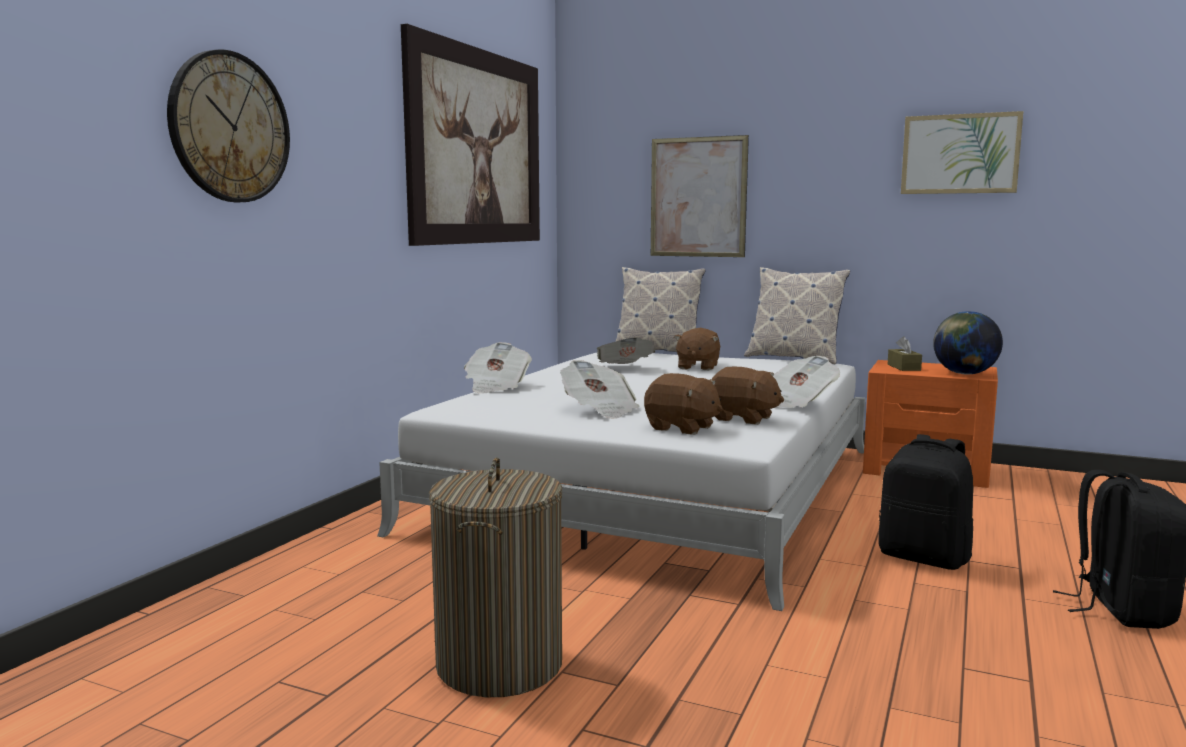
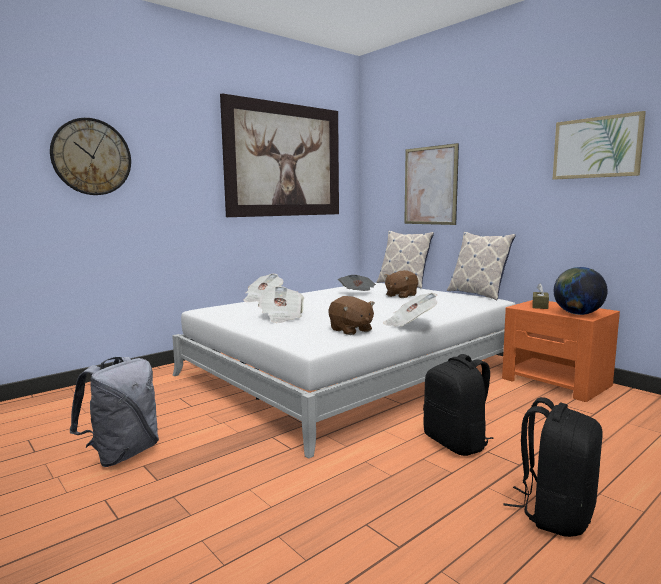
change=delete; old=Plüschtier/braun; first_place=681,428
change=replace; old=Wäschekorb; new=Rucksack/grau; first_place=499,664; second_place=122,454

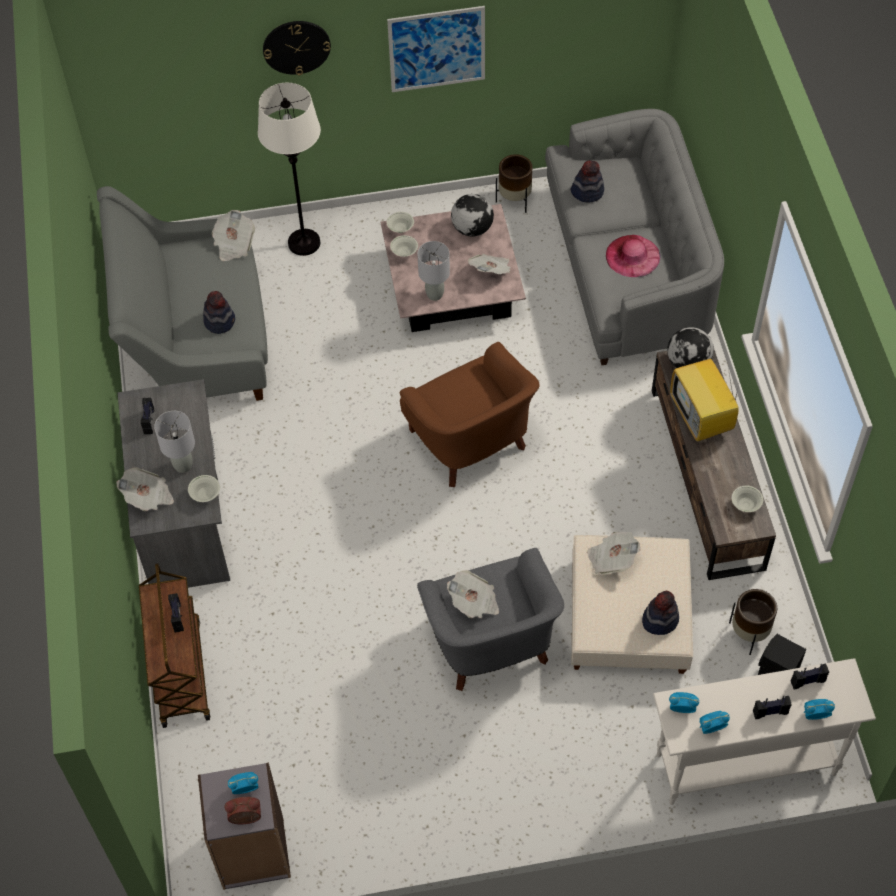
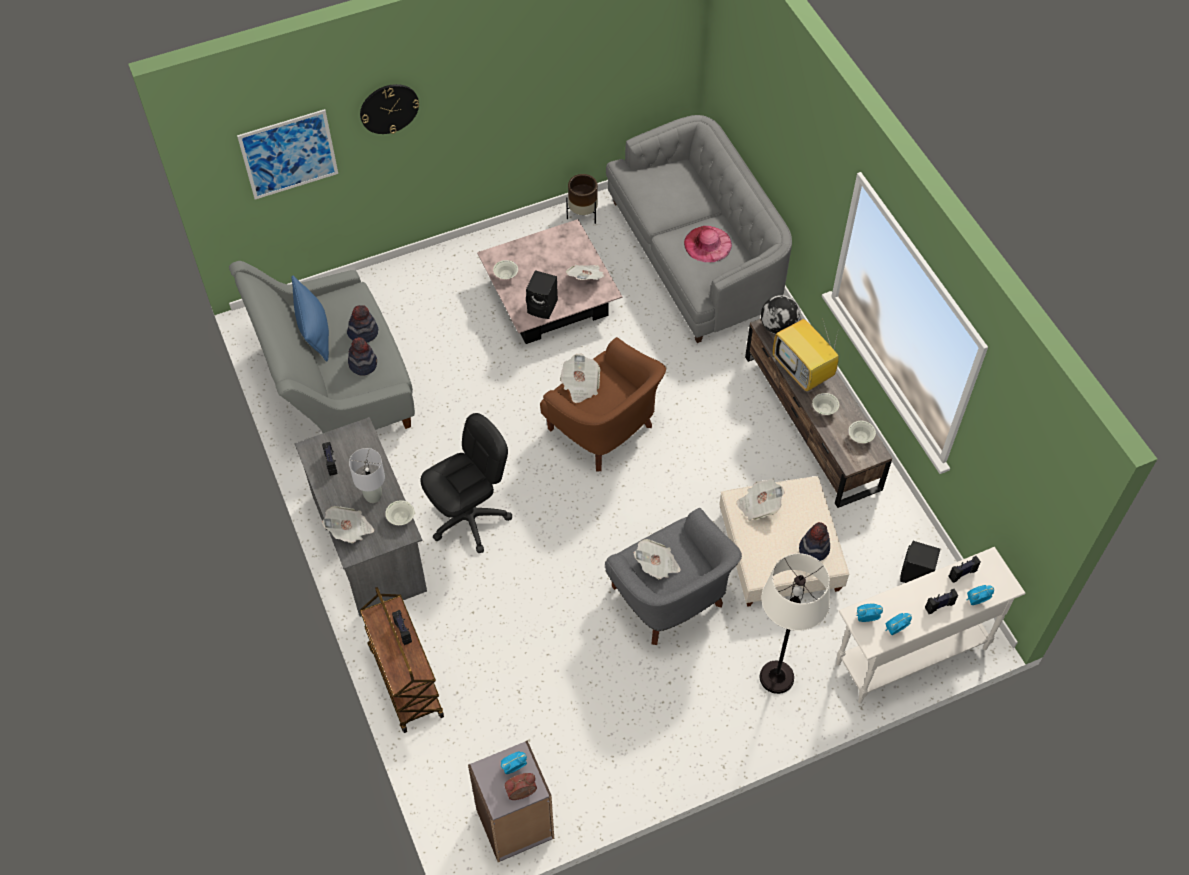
change=delete; old=Globus; first_place=472,228
change=delete; old=Pflanzkübel/braun; first_place=749,634
change=insert; new=Kissen/blau; second_place=314,330
change=insert; new=Bürostuhl/schwarz; second_place=470,518
change=move; old=Zeitung; first_place=234,244; second_place=580,385
change=move; old=Stehlampe/weiß; first_place=304,243; second_place=776,677
change=move; old=Bild; first_place=437,49; second_place=289,154
change=move; old=Schüssel/weiß; first_place=400,229; second_place=824,409
change=move; old=Hut; first_place=587,191; second_place=363,332
change=replace; old=Tischlampe/grau; new=Lautsprecher/schwarz; first_place=435,294; second_place=543,307

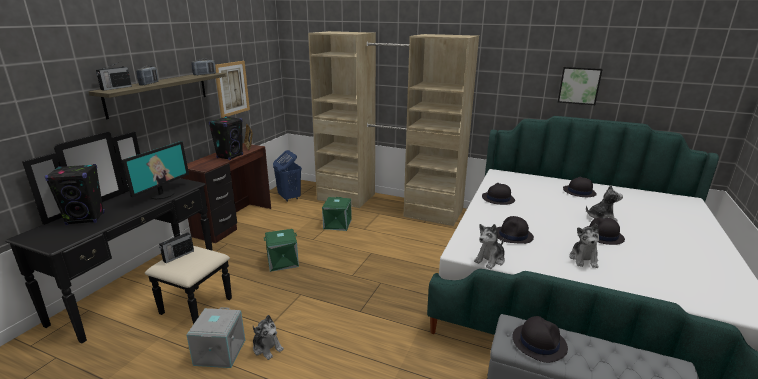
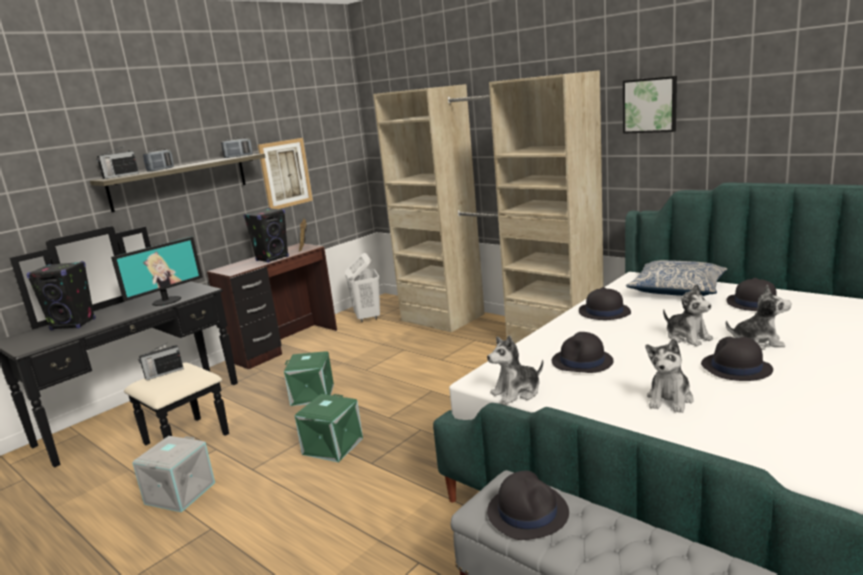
change=insert; new=Kissen; second_place=677,289
change=move; old=Plüschtier; first_place=267,348; second_place=687,337
change=move; old=Aufbewahrungsbox/grün; first_place=338,224; second_place=333,446
change=move; old=Bild; first_place=579,85; second_place=650,105
change=recolor; old=Wäschekorb/blau; new=Wäschekorb/weiß; first_place=289,197; second_place=367,317

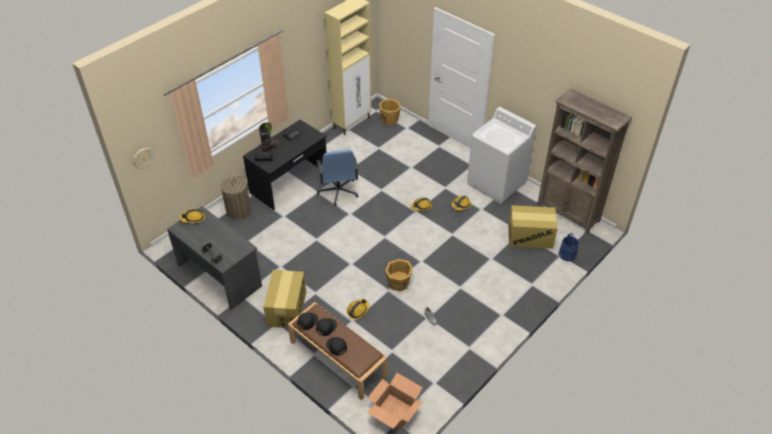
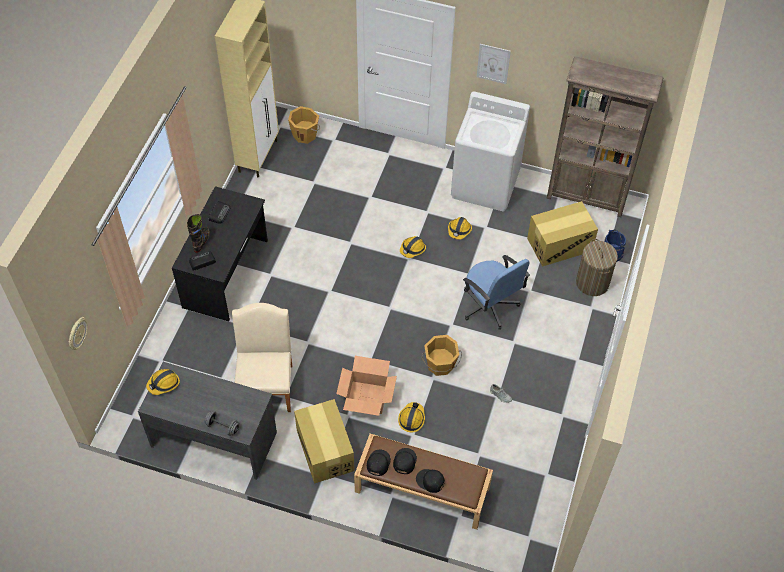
change=insert; new=Stuhl/beige; second_place=267,384
change=insert; new=Bild; second_place=493,63
change=move; old=Wäschekorb; first_place=238,211; second_place=592,283
change=move; old=Bürostuhl/blau; first_place=338,191; second_place=489,306
change=move; old=Karton; first_place=395,411; second_place=367,398

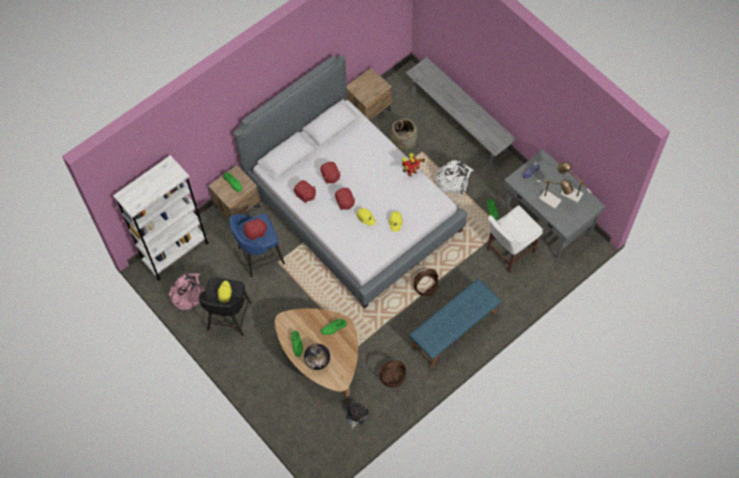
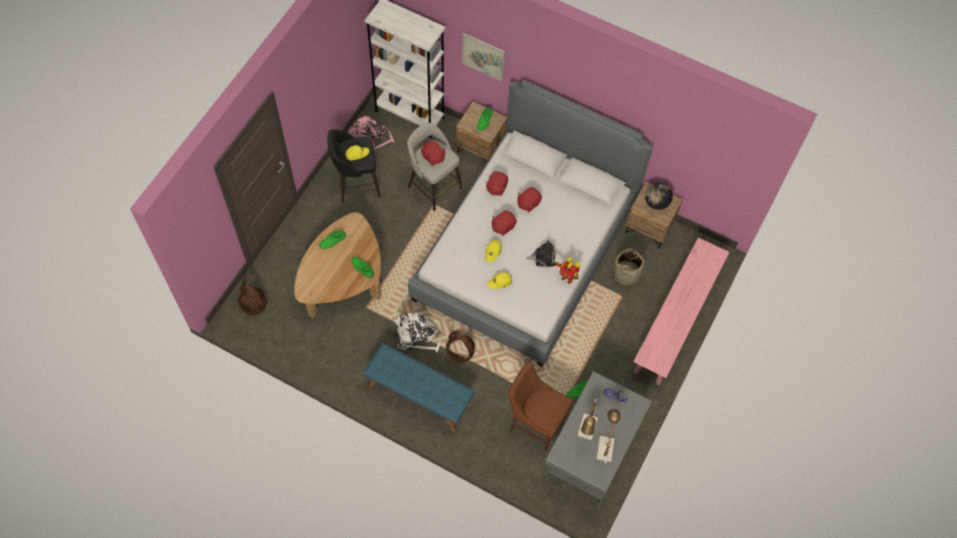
change=insert; new=Bild; second_place=483,56
change=move; old=Globus; first_place=317,361; second_place=656,203
change=move; old=Plüschtier; first_place=356,415; second_place=543,257
change=move; old=Korb; first_place=392,376; second_place=253,304
change=move; old=Rucksack/weiß; first_place=453,180; second_place=417,335
change=recolor; old=Hocker/blau; new=Hocker/grau; first_place=259,256; second_place=433,186
change=recolor; old=Bank/grau; new=Bank/rosa; first_place=458,123; second_place=675,321
change=recolor; old=Stuhl/weiß; new=Stuhl/braun; first_place=508,252; second_place=535,423

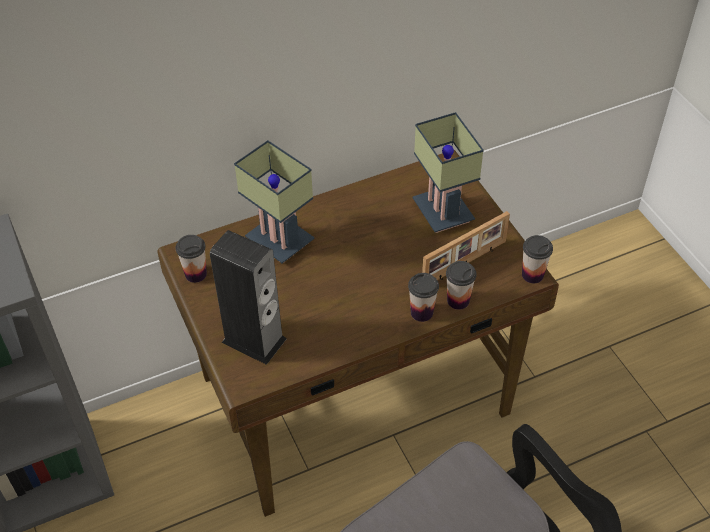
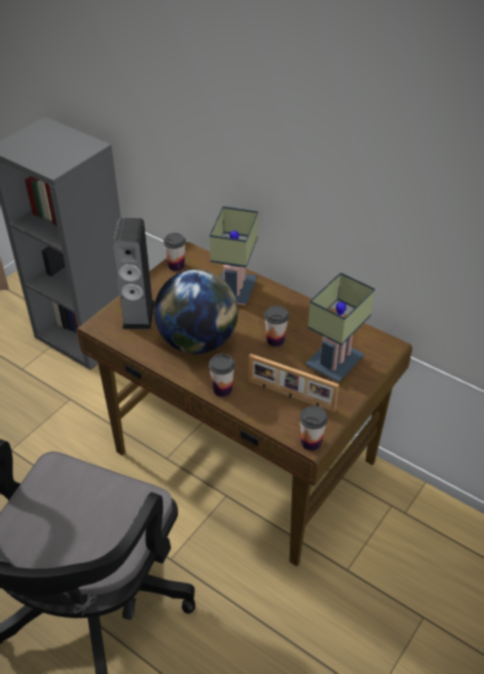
change=insert; new=Globus; second_place=198,342
change=move; old=Tasse; first_place=458,300; second_place=275,340

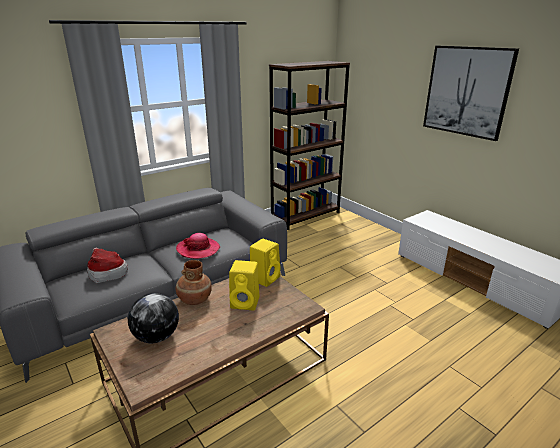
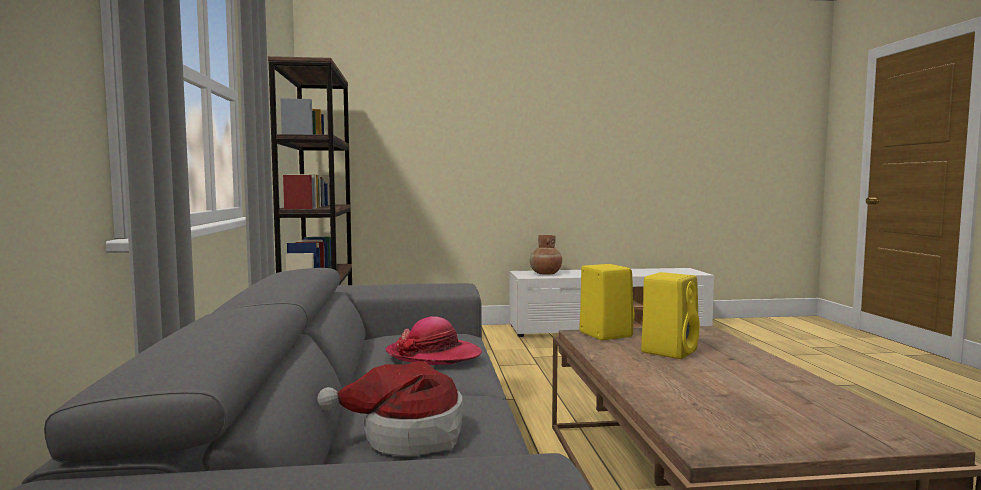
change=delete; old=Globus; first_place=157,336
change=delete; old=Bild; first_place=466,91
change=move; old=Vase/braun; first_place=194,299; second_place=545,274

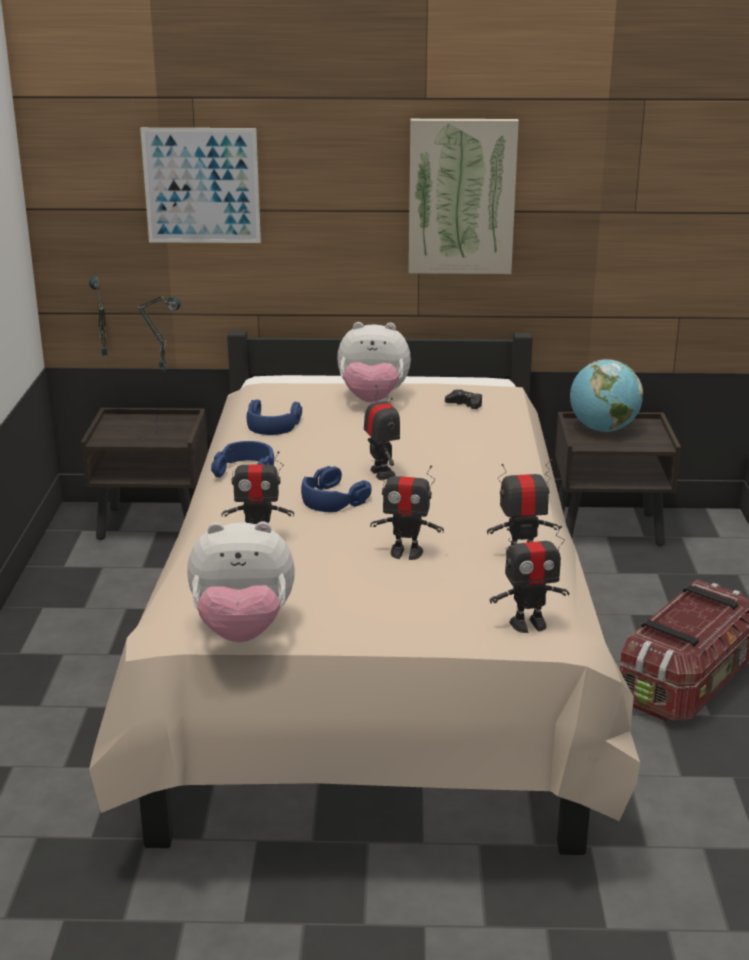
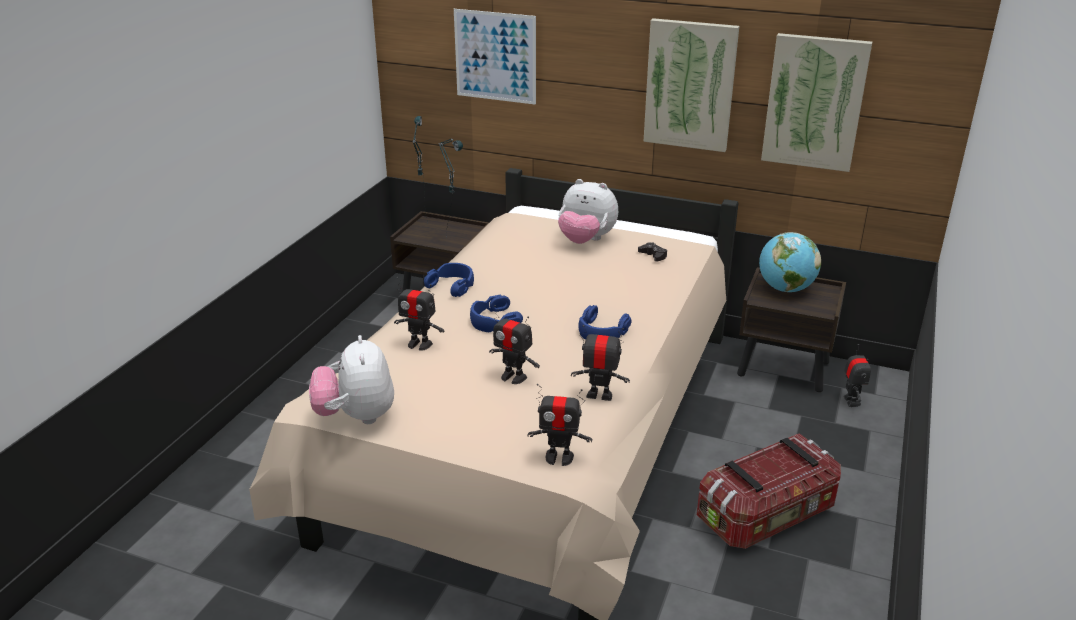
change=insert; new=Bild; second_place=814,102
change=move; old=Kopfhörer/blau; first_place=272,424; second_place=601,331
change=move; old=Spielzeugroboter; first_place=381,473; second_place=851,401
change=rotate; old=Plüschtier; first_place=242,630; second_place=356,416; degrees=60

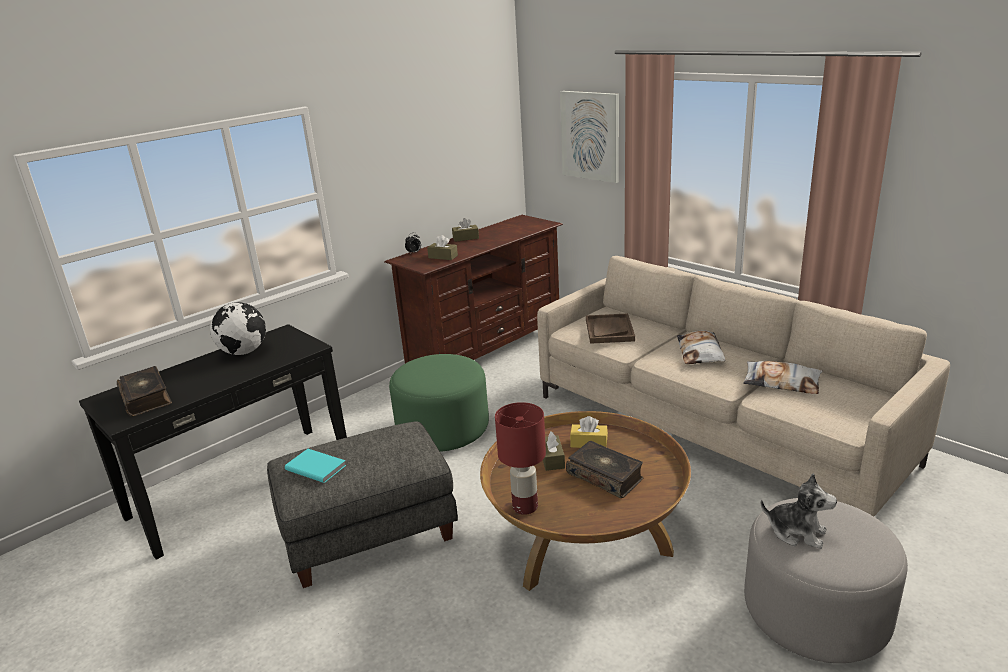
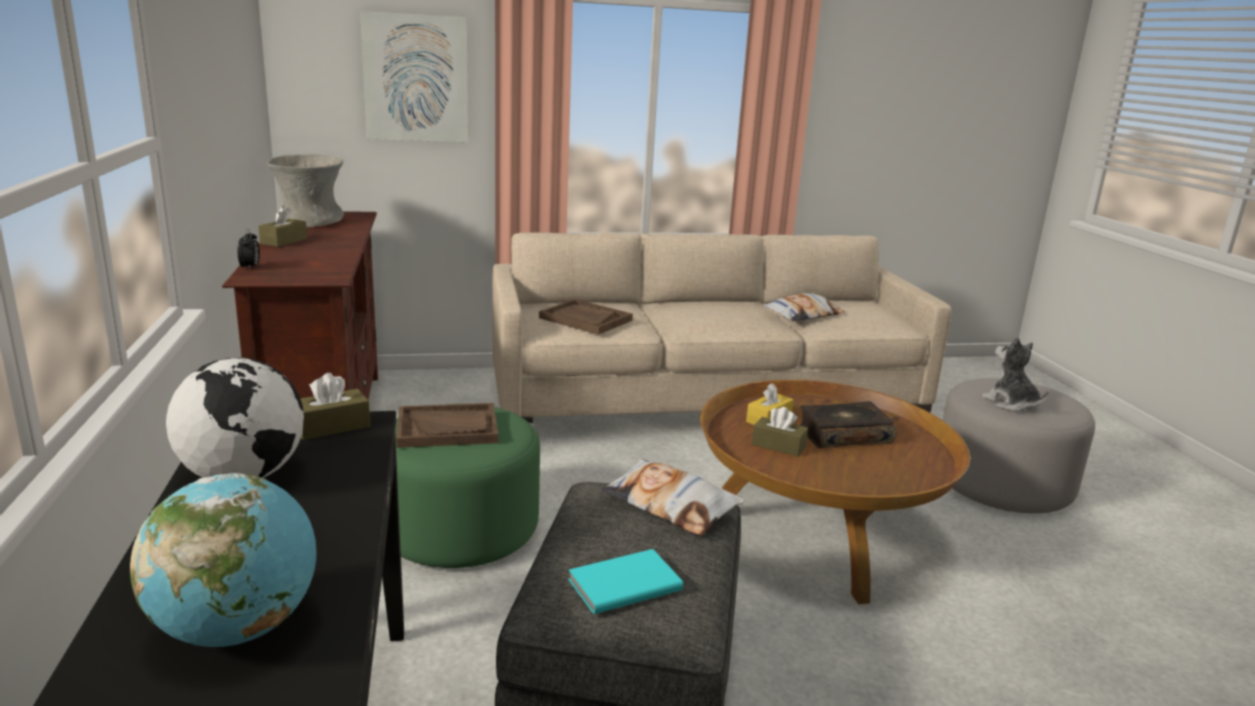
change=delete; old=Tischlampe/rot; first_place=525,507
change=insert; new=Vase/grau; second_place=310,221
change=insert; new=Tablett/braun; second_place=448,428
change=move; old=Taschentuchbox/braun; first_place=443,257; second_place=332,426
change=move; old=Kissen; first_place=700,353; second_place=671,505
change=replace; old=Buch; new=Globus; first_place=146,398; second_place=237,629
change=rotate; old=Plüschtier; first_place=797,532; second_place=1011,404; degrees=-90

